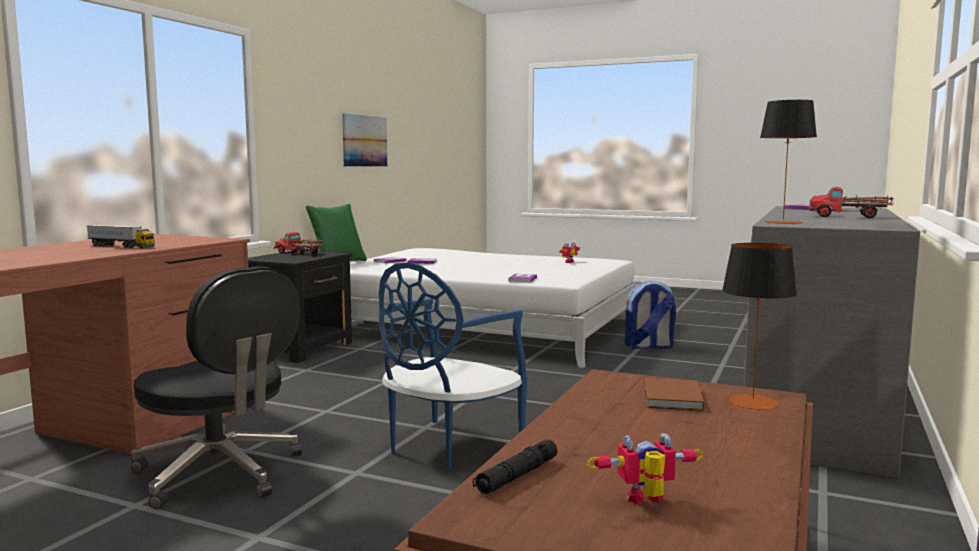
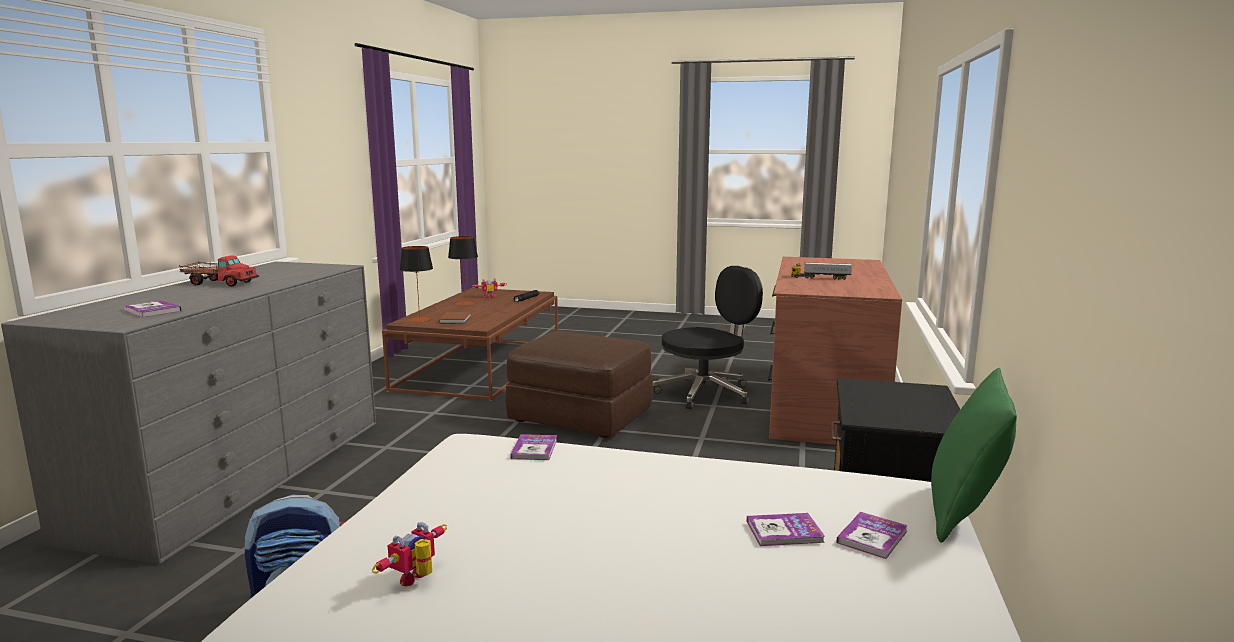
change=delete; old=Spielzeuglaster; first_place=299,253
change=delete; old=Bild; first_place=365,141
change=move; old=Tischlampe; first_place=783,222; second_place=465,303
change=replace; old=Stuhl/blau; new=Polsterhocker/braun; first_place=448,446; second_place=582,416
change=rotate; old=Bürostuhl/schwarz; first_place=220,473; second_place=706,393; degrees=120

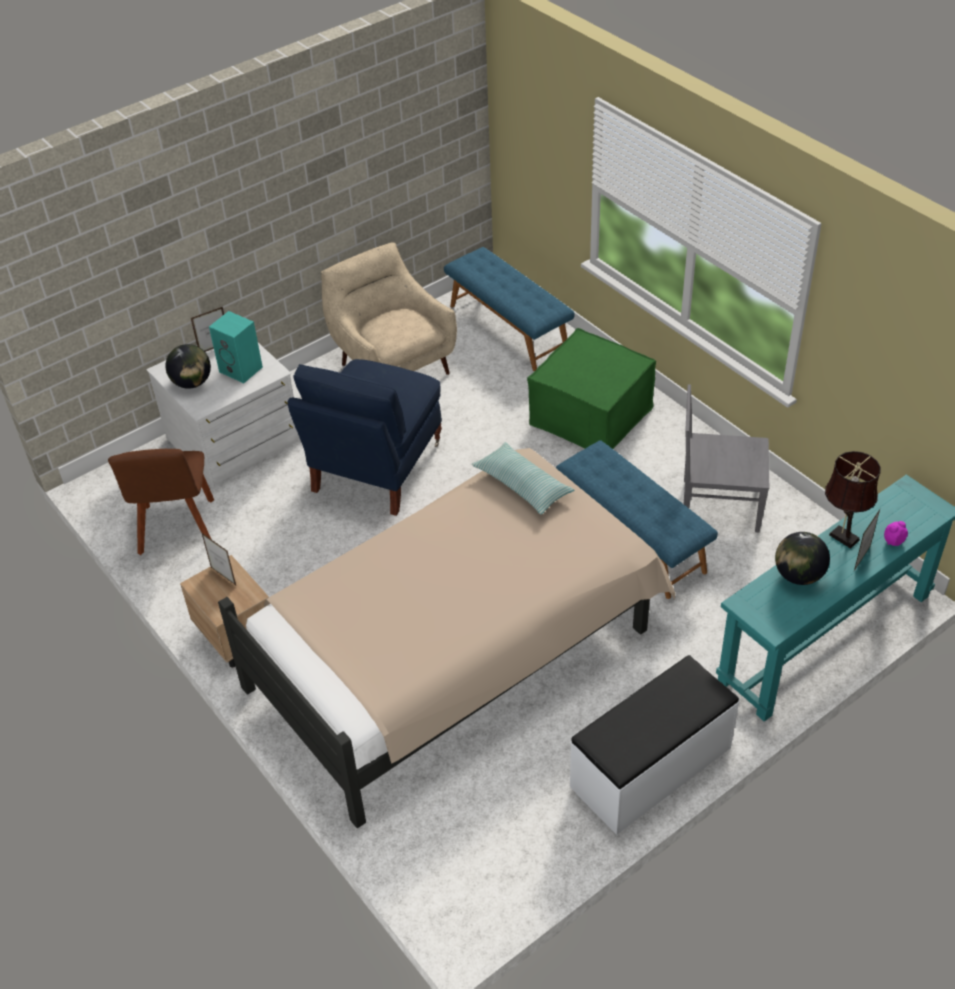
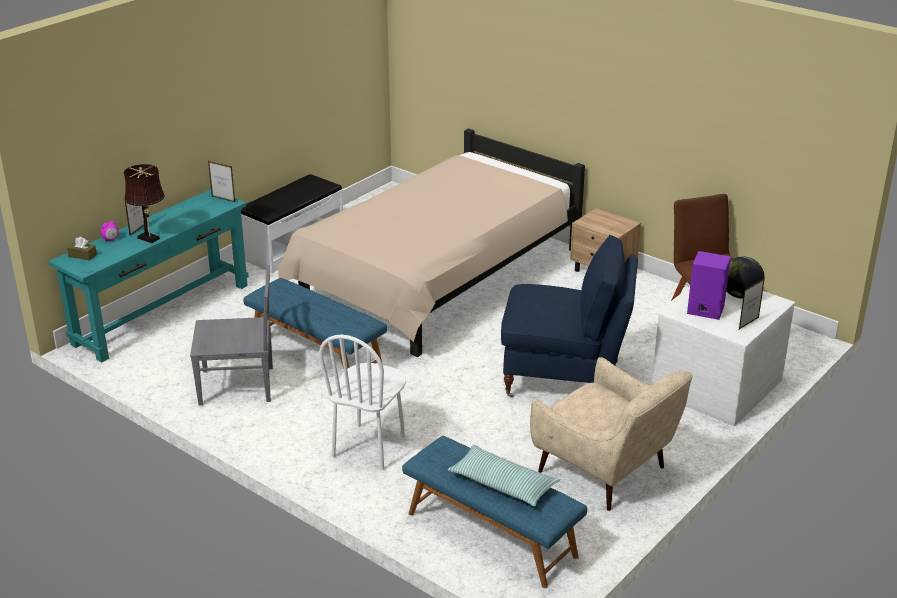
change=delete; old=Globus; first_place=798,575
change=insert; new=Taschentuchbox/braun; second_place=82,255
change=move; old=Bilderrahmen; first_place=223,576; second_place=223,199
change=move; old=Kissen; first_place=522,485; second_place=503,484
change=replace; old=Polsterhocker/grün; new=Stuhl/weiß; first_place=591,415; second_place=369,447
change=recolor; old=Lautsprecher/türkis; new=Lautsprecher/lila; first_place=242,369; second_place=704,310
change=rotate; old=Sessel/blau; first_place=376,468; second_place=565,378; degrees=90

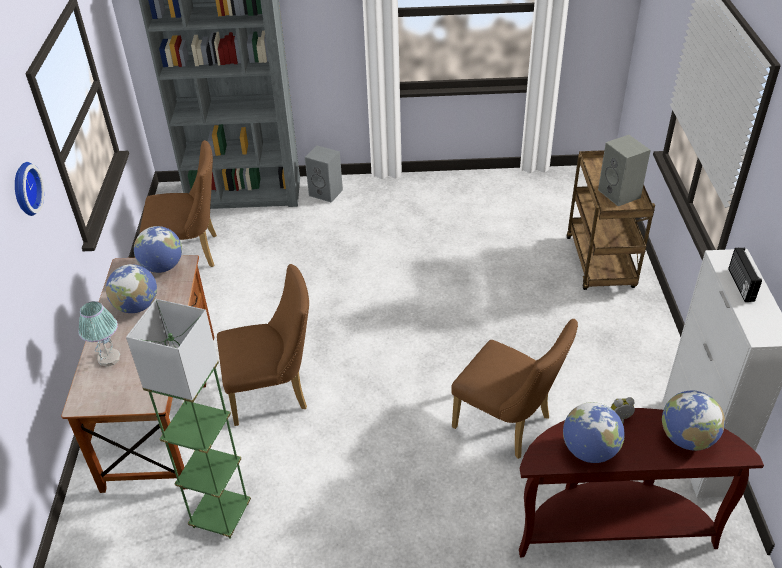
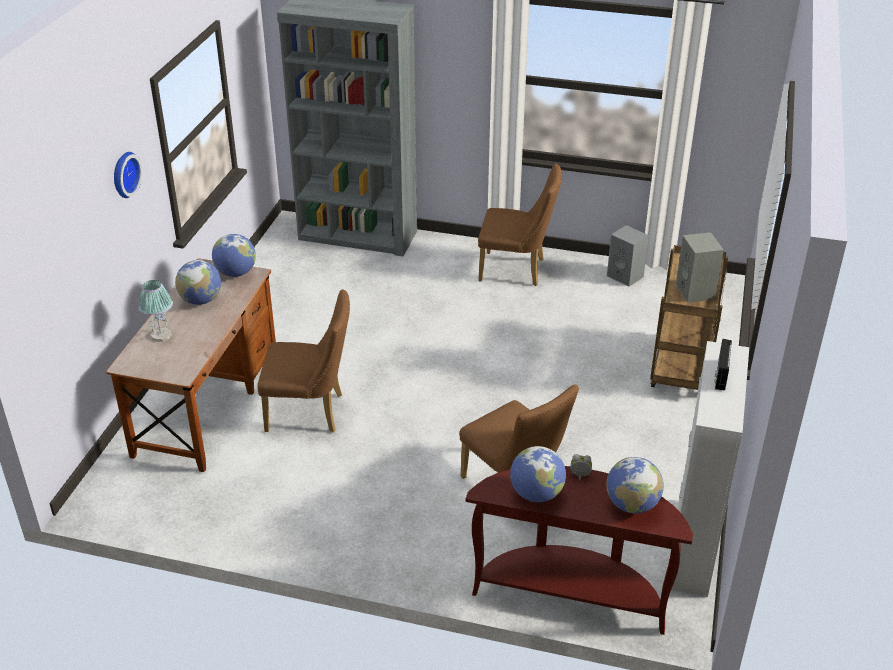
change=delete; old=Stehlampe/grün; first_place=221,515
change=move; old=Stuhl/braun; first_place=191,253; second_place=517,270
change=move; old=Lautsprecher/grau; first_place=327,192; second_place=626,276

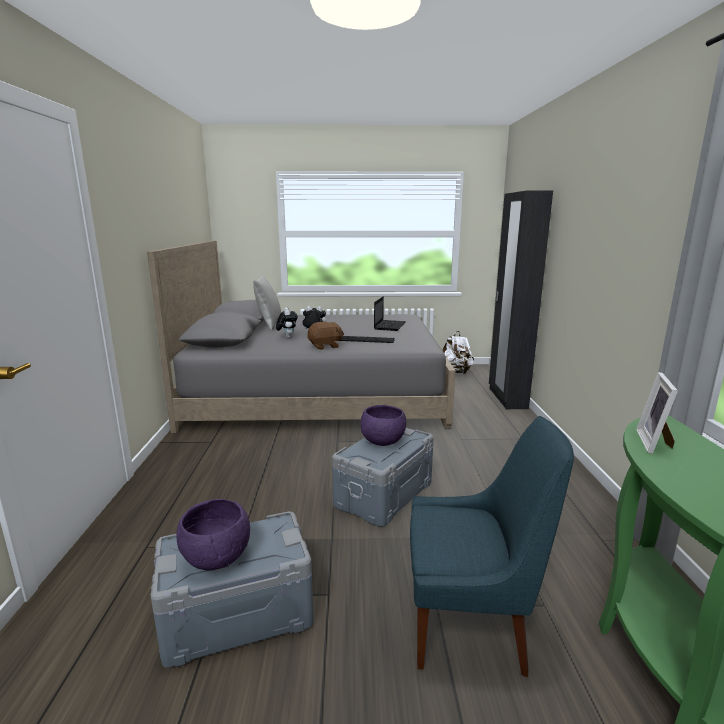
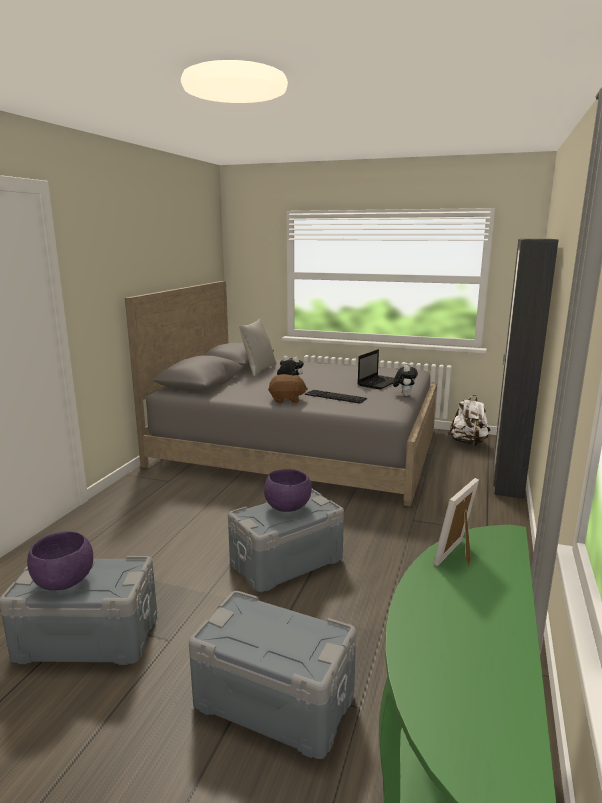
change=move; old=Plüschtier; first_place=287,337; second_place=404,394
change=replace; old=Stuhl/blau; new=Aufbewahrungsbox/grau; first_place=471,623; second_place=274,701

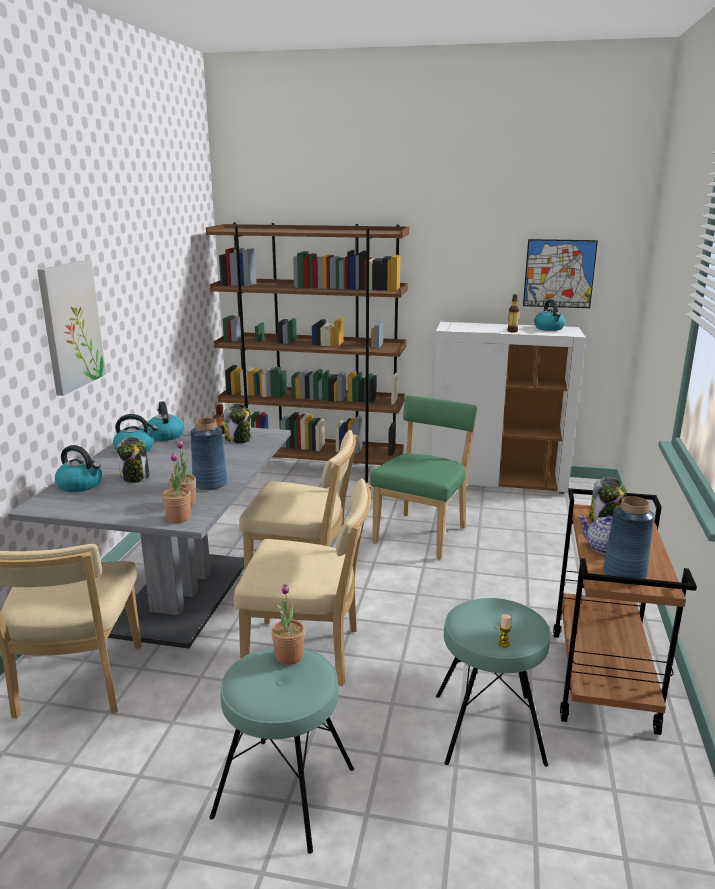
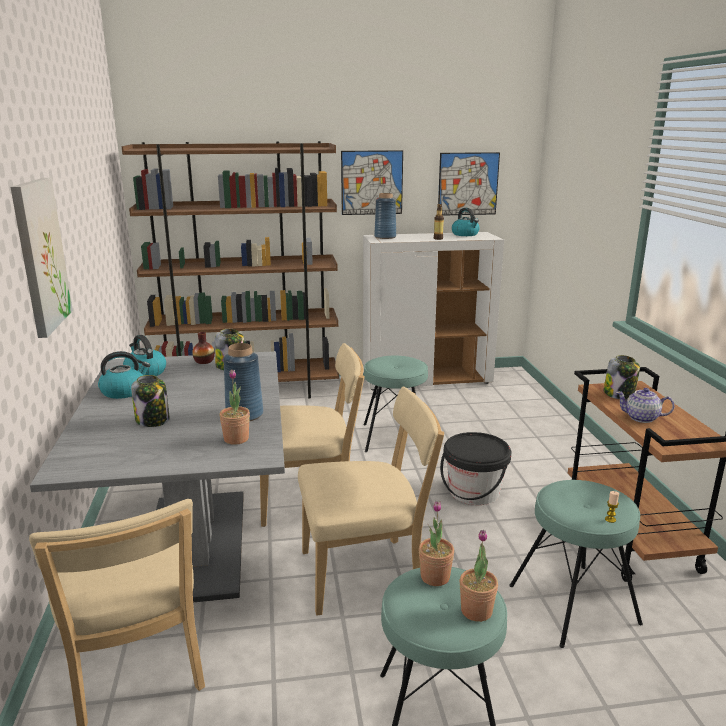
change=delete; old=Wasserkessel; first_place=81,485
change=insert; new=Bild; second_place=372,182
change=insert; new=Eimer/schwarz; second_place=474,492
change=move; old=Topfpflanze; first_place=178,518; second_place=476,611
change=move; old=Vase/blau; first_place=624,574; second_place=385,237
change=replace; old=Stuhl/grün; new=Hocker/türkis; first_place=423,533; second_place=394,437

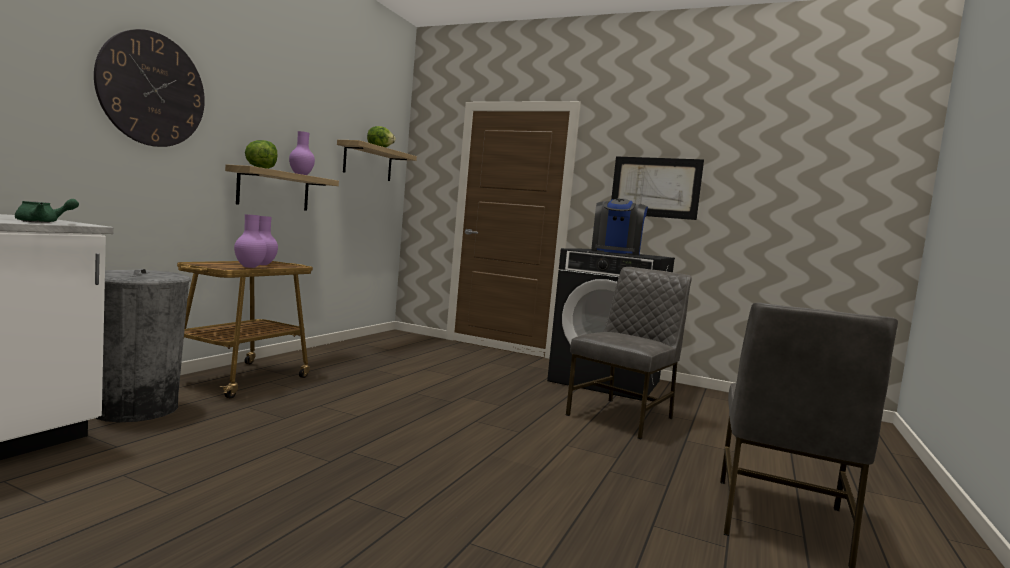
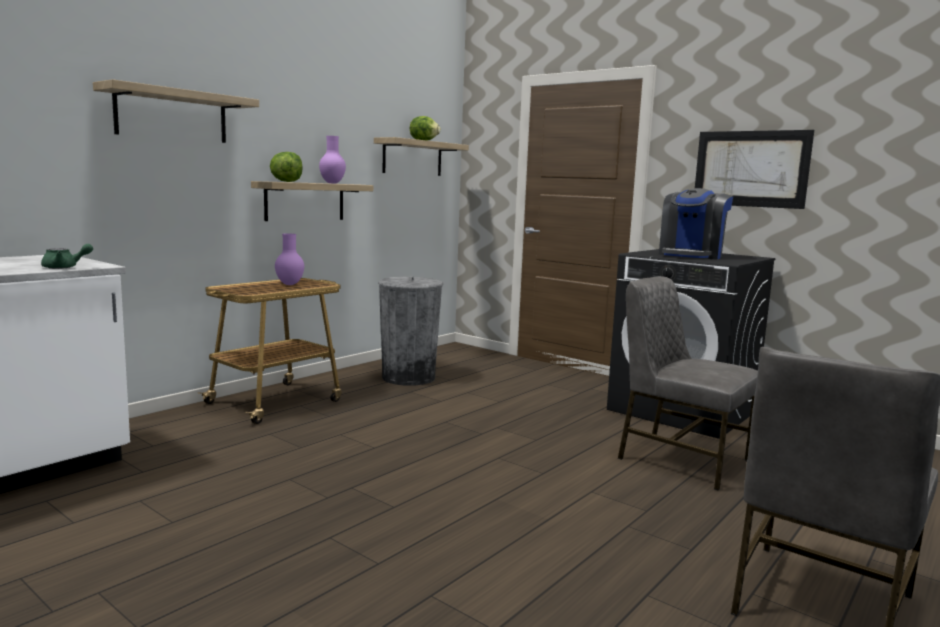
change=delete; old=Vase/lila; first_place=250,267
change=move; old=Mülleimer/grau; first_place=135,409; second_place=408,377
change=replace; old=Wanduhr; new=Wandregal; first_place=152,89; second_place=172,115
change=rotate; old=Stuhl/grau; first_place=623,417; second_place=681,459; degrees=-105

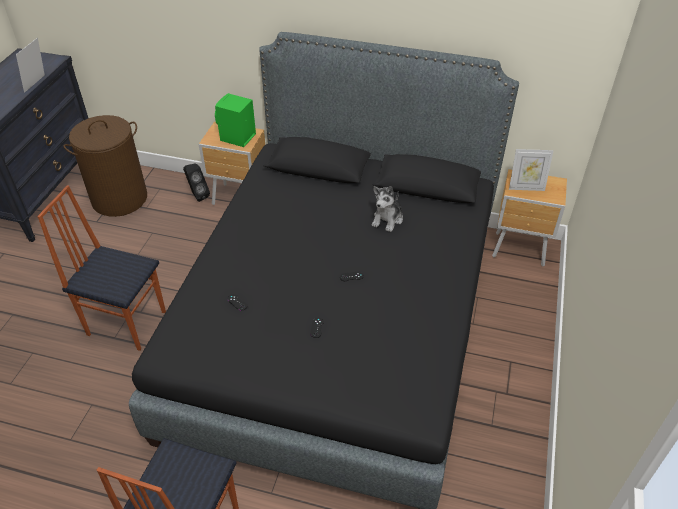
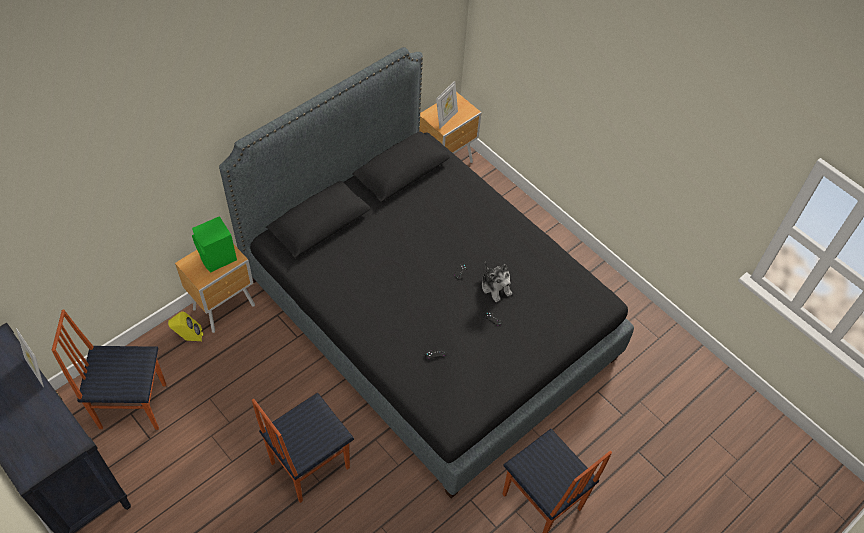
change=move; old=Plüschtier; first_place=387,219; second_place=495,287
change=replace; old=Wäschekorb/braun; new=Stuhl; first_place=119,198; second_place=132,405
change=recolor; old=Lautsprecher/schwarz; new=Lautsprecher/gelb; first_place=197,195; second_place=189,338

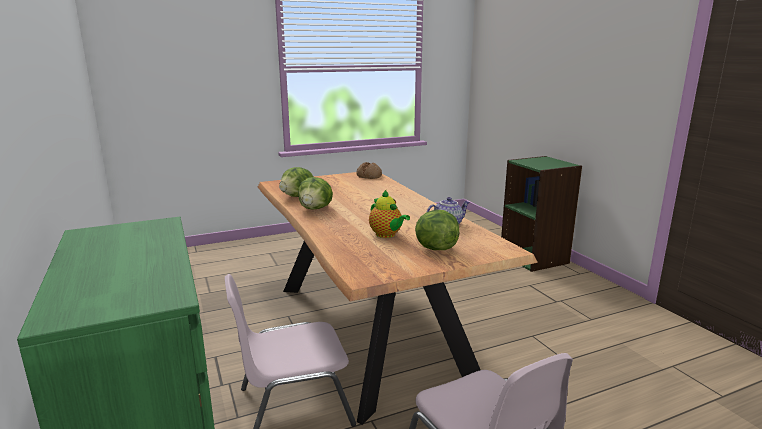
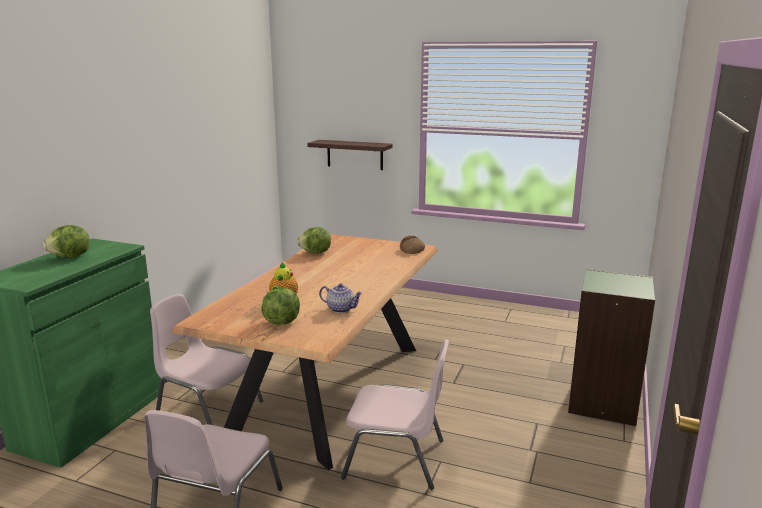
change=insert; new=Wandregal; second_place=355,155
change=insert; new=Stuhl/rosa; second_place=396,459
change=move; old=Salatkopf; first_place=315,209; second_place=71,257

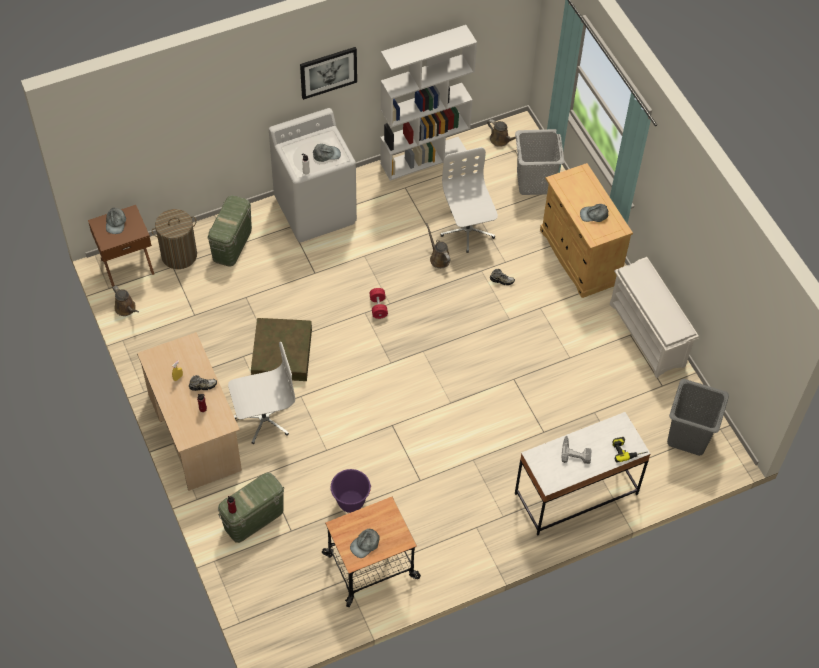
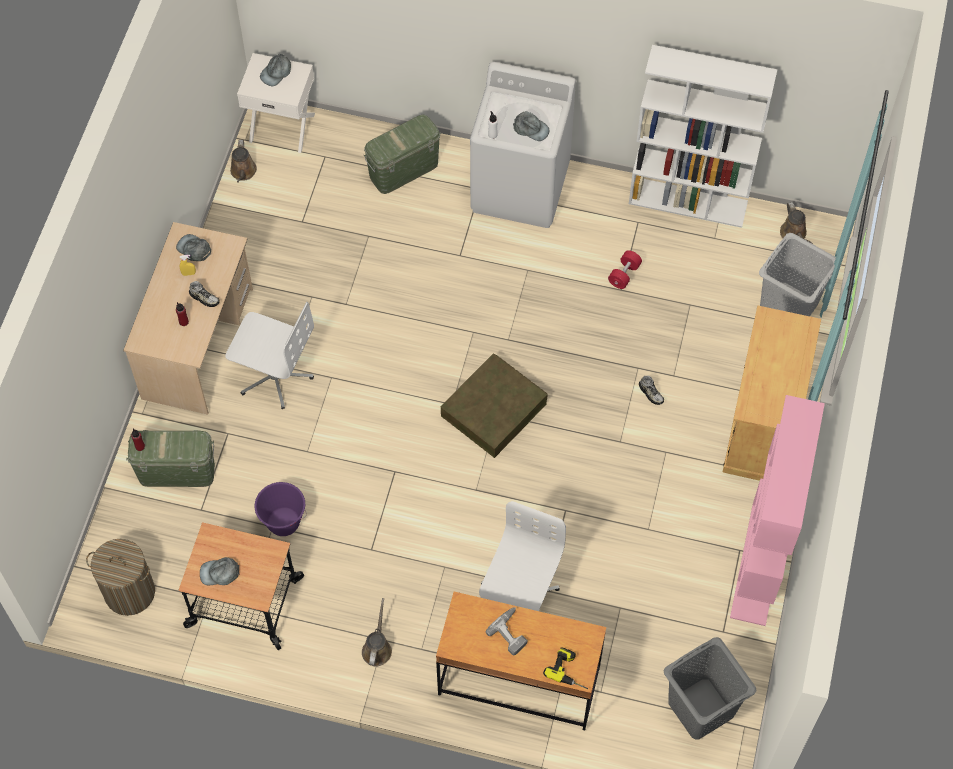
change=delete; old=Bild; first_place=328,72
change=move; old=Wäschekorb; first_place=179,255; second_place=129,592
change=move; old=Aufbewahrungsbox/braun; first_place=282,353; second_place=493,409
change=move; old=Hantel/rot; first_place=378,307; second_place=624,274
change=move; old=Gießkanne/braun; first_place=438,258; second_place=377,648
change=move; old=Bürostuhl/weiß; first_place=467,230; second_place=518,598
change=move; old=Kappe/grau; first_place=594,215; second_place=194,249
change=replace; old=Schuhregal/weiß; new=Bücherregal/rosa; first_place=648,335; second_place=759,564
change=recolor; old=Nachttisch/braun; new=Nachttisch/weiß; first_place=127,265; second_place=282,126
change=recolor; old=Schreibtisch/weiß; new=Schreibtisch/braun; first_place=576,494; second_place=518,681

